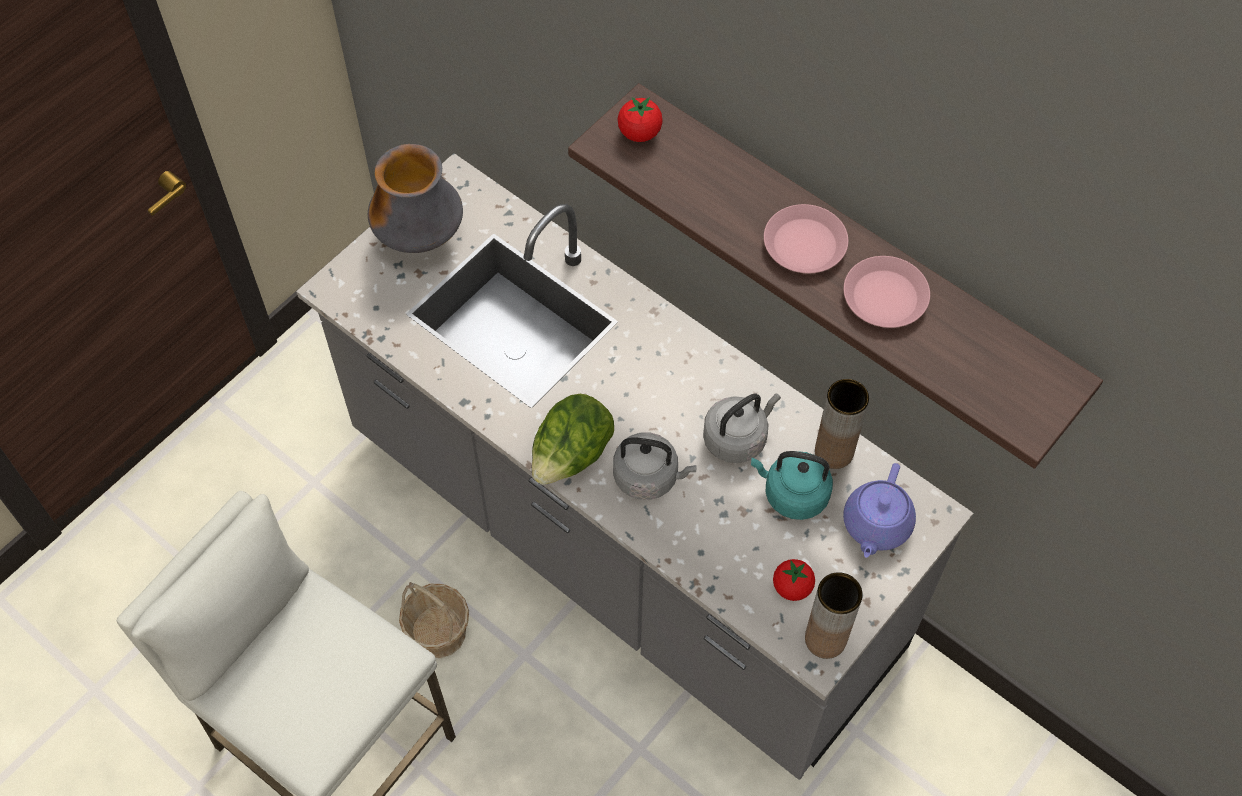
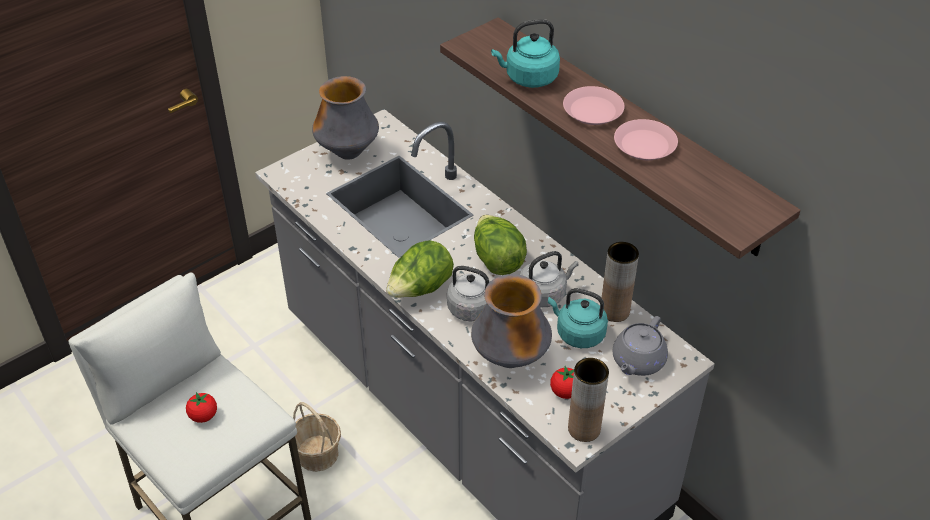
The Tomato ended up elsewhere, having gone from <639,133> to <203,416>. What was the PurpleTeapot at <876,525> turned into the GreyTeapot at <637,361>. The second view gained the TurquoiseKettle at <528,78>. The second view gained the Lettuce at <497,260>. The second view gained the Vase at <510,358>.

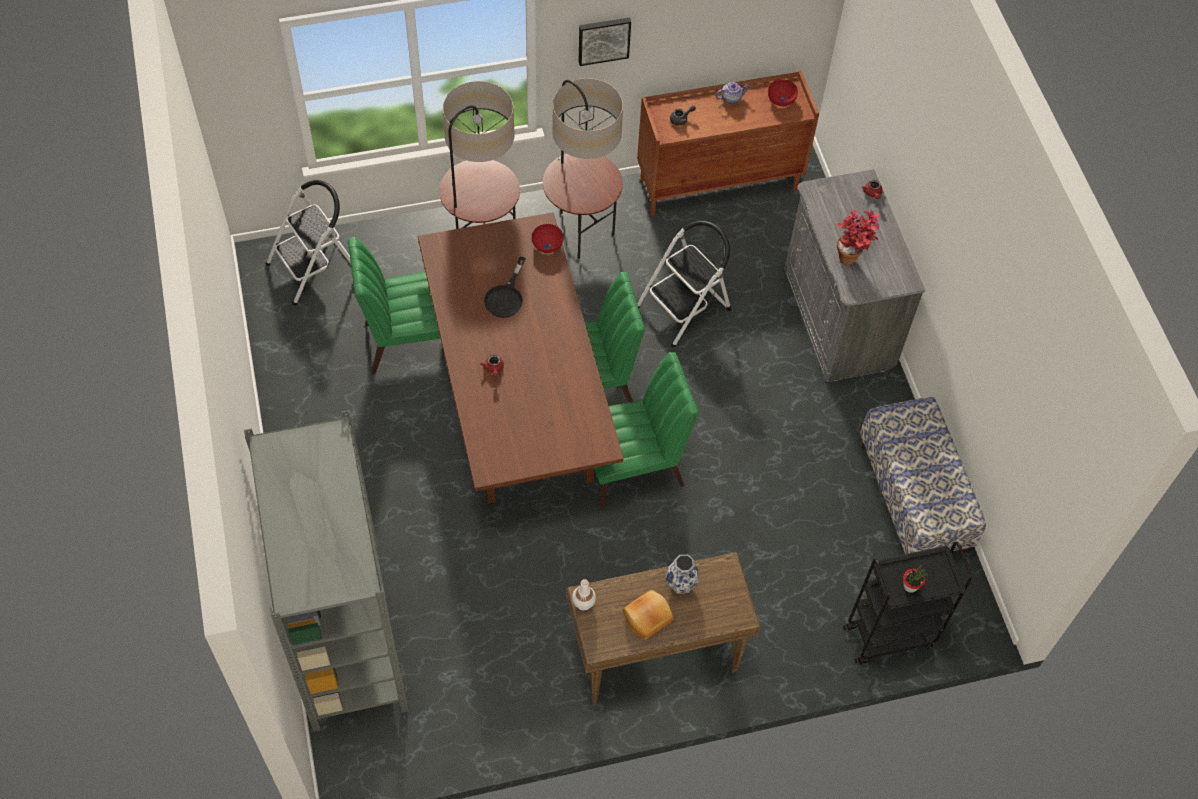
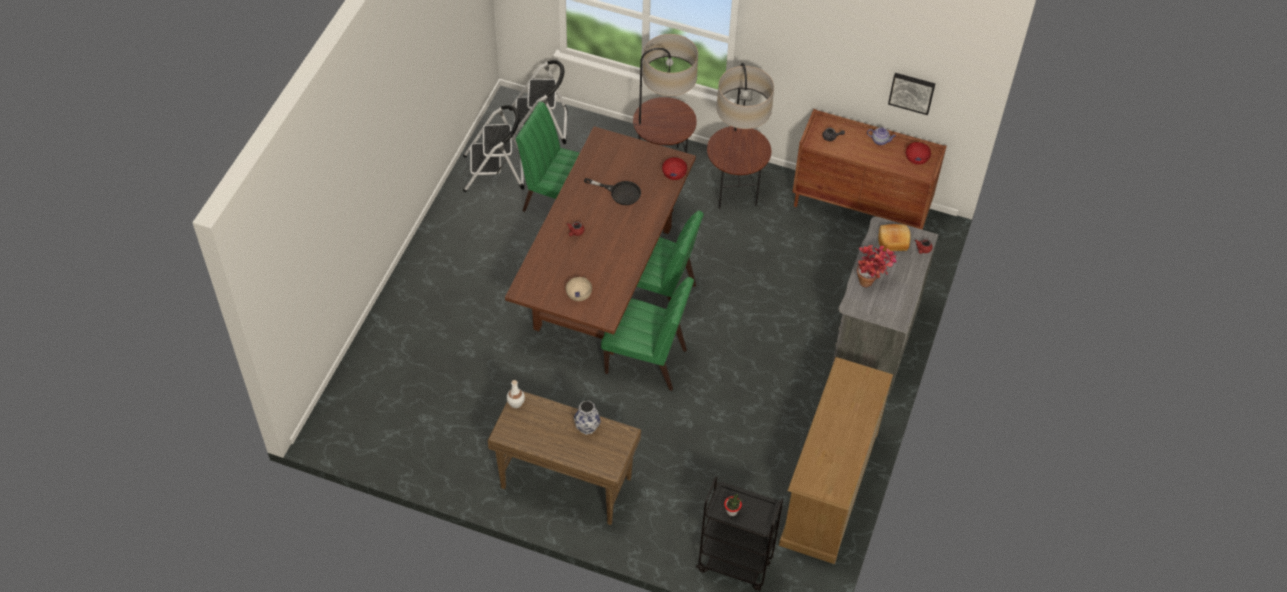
The Picture ended up elsewhere, having gone from <603,39> to <912,92>. The StepLadder ended up elsewhere, having gone from <686,307> to <496,173>. The BlackFryingPan at <506,297> ended up facing another way, 120 degrees counterclockwise from before. Where the Bench stood at <912,499>, the BrownCabinet came to stand at <828,489>. The second view lost the GreyBookcase at <347,637>. The Bread ended up elsewhere, having gone from <647,617> to <893,241>. The second view gained the BeigeBowl at <579,294>.

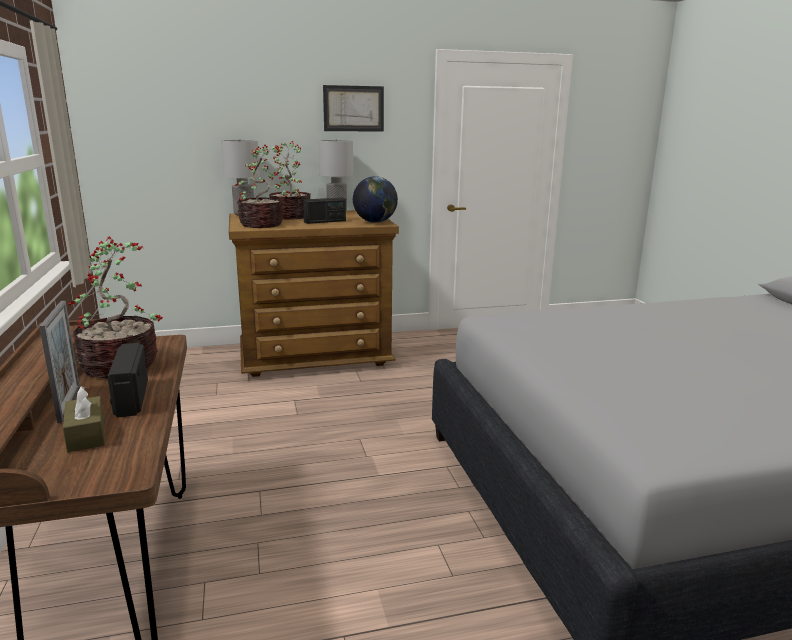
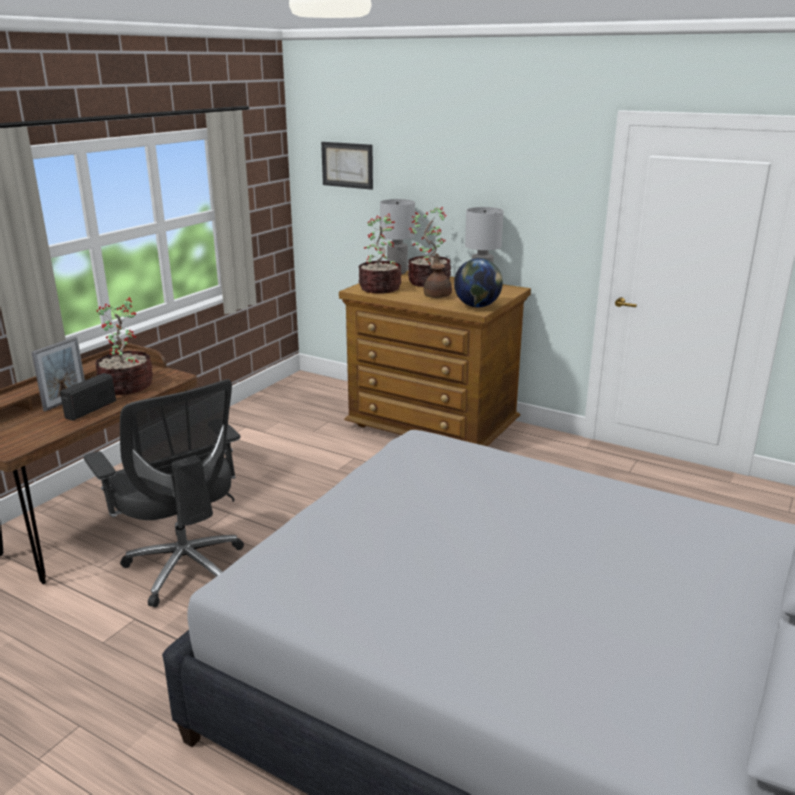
The Picture ended up elsewhere, having gone from <353,108> to <347,165>. Where the Radio stood at <325,221>, the BrownTeapot came to stand at <437,296>. The second view lost the BrownTissueBox at <86,435>. The second view gained the OfficeChair at <184,567>.

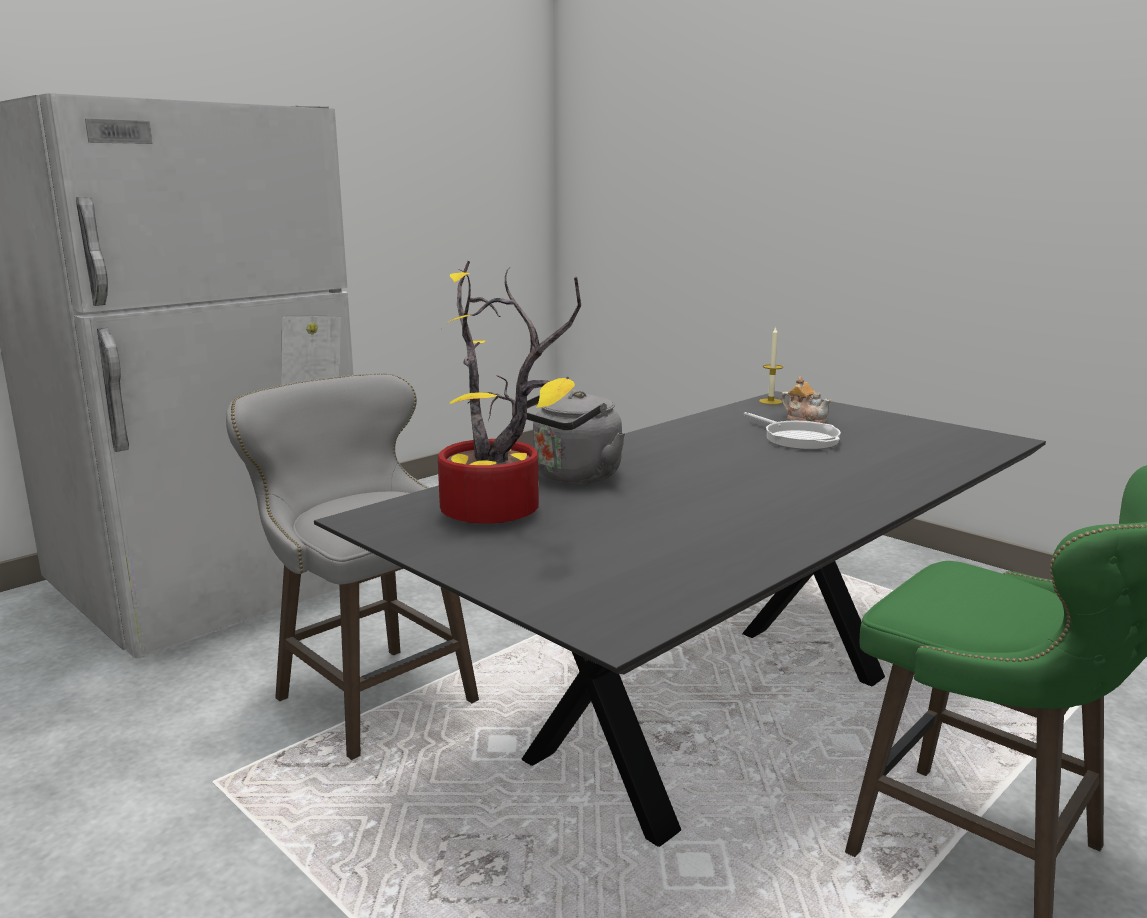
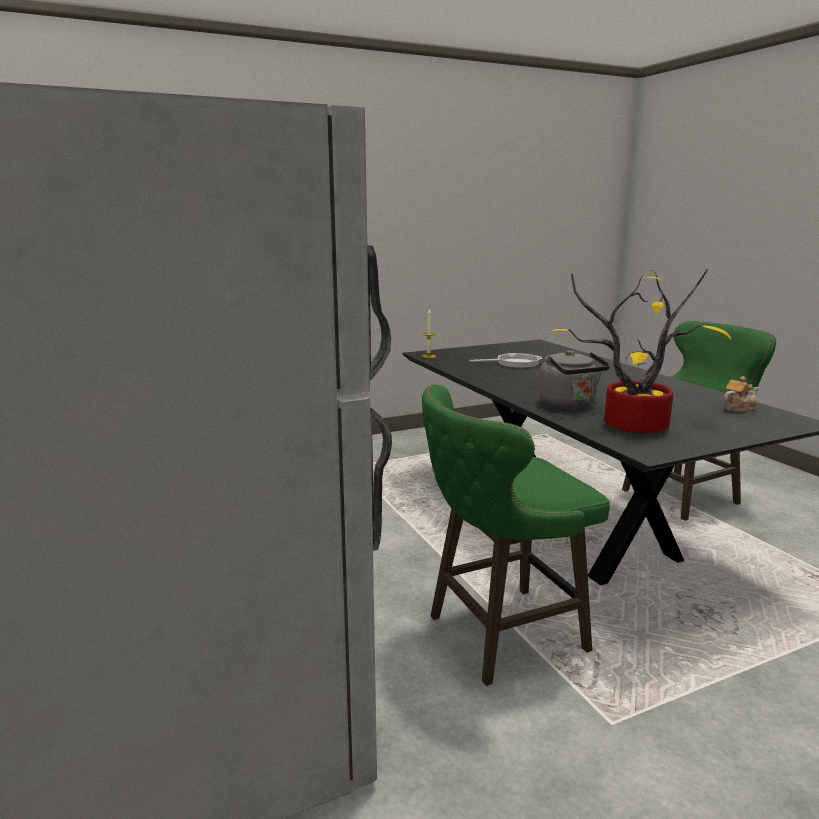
What was the GreyStool at <371,695> turned into the GreenStool at <500,635>. The Teapot ended up elsewhere, having gone from <805,420> to <738,408>.

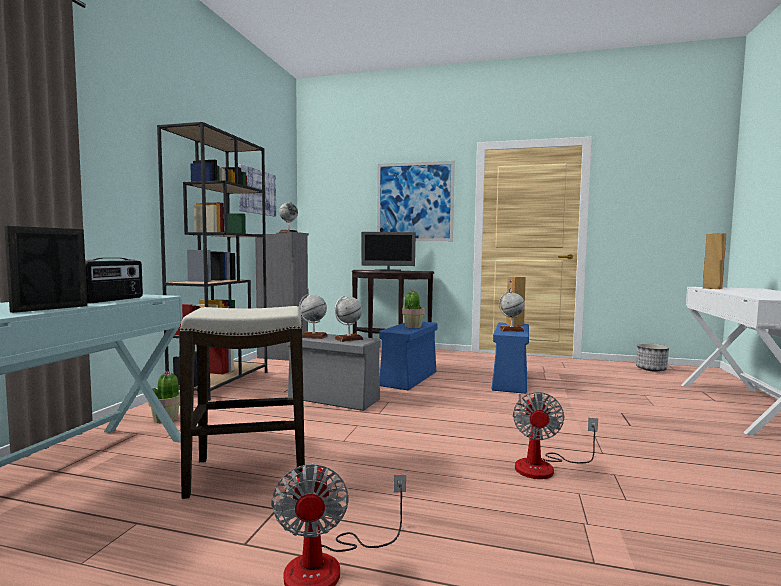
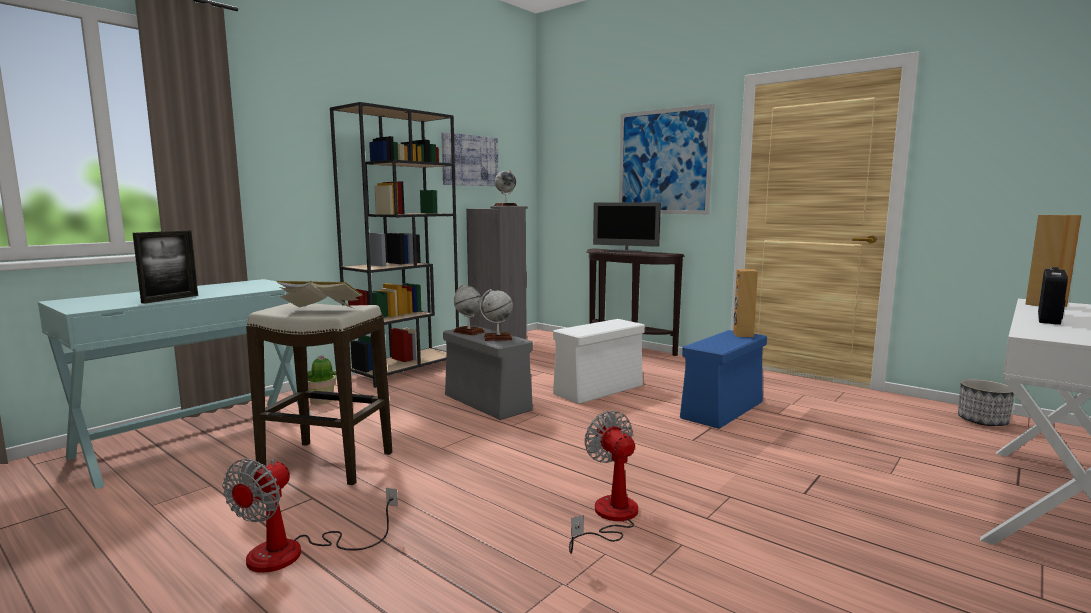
The PictureFrame at <50,309> ended up facing another way, 150 degrees clockwise from before. The Radio ended up elsewhere, having gone from <112,300> to <1050,318>. The second view lost the PottedPlant at <412,326>. The second view lost the Globe at <511,330>. What was the BlueStorageBox at <409,379> turned into the WhiteStorageBox at <598,390>. The Fan at <545,467> ended up facing another way, 120 degrees clockwise from before. The second view gained the Book at <320,310>.

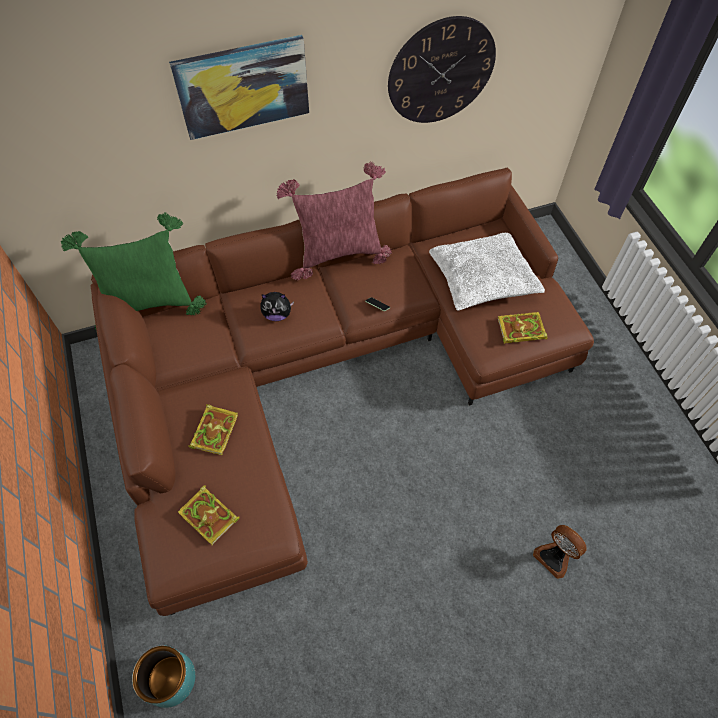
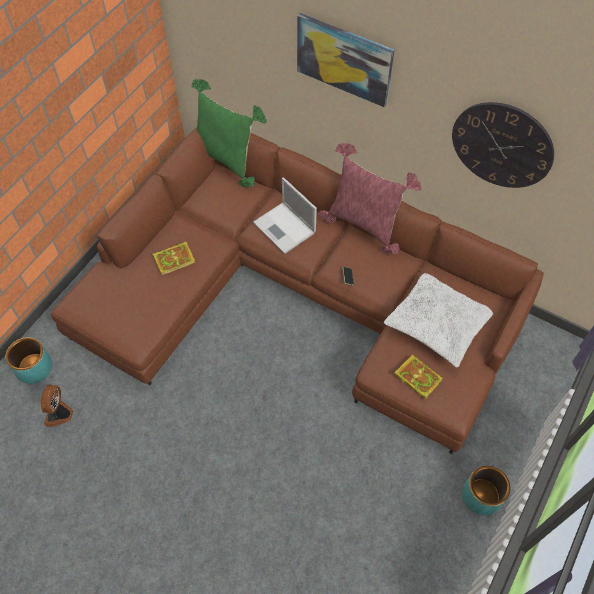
Where the PlushToy stood at <277,314>, the Laptop came to stand at <285,228>. The second view lost the Book at <210,516>. The Fan ended up elsewhere, having gone from <554,556> to <60,414>. The second view gained the TurquoisePlanter at <482,496>.

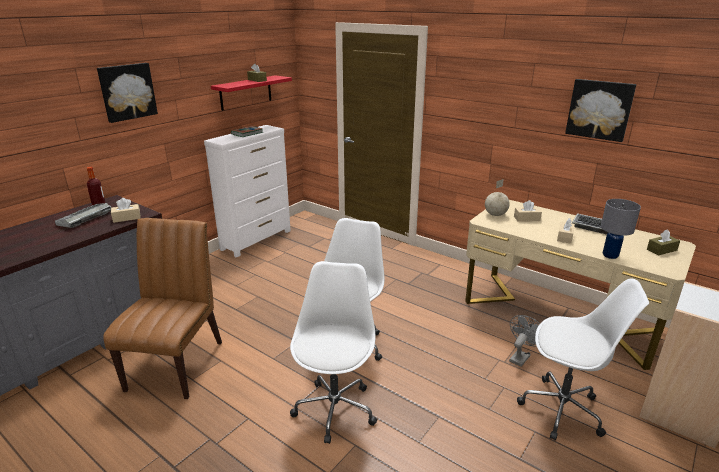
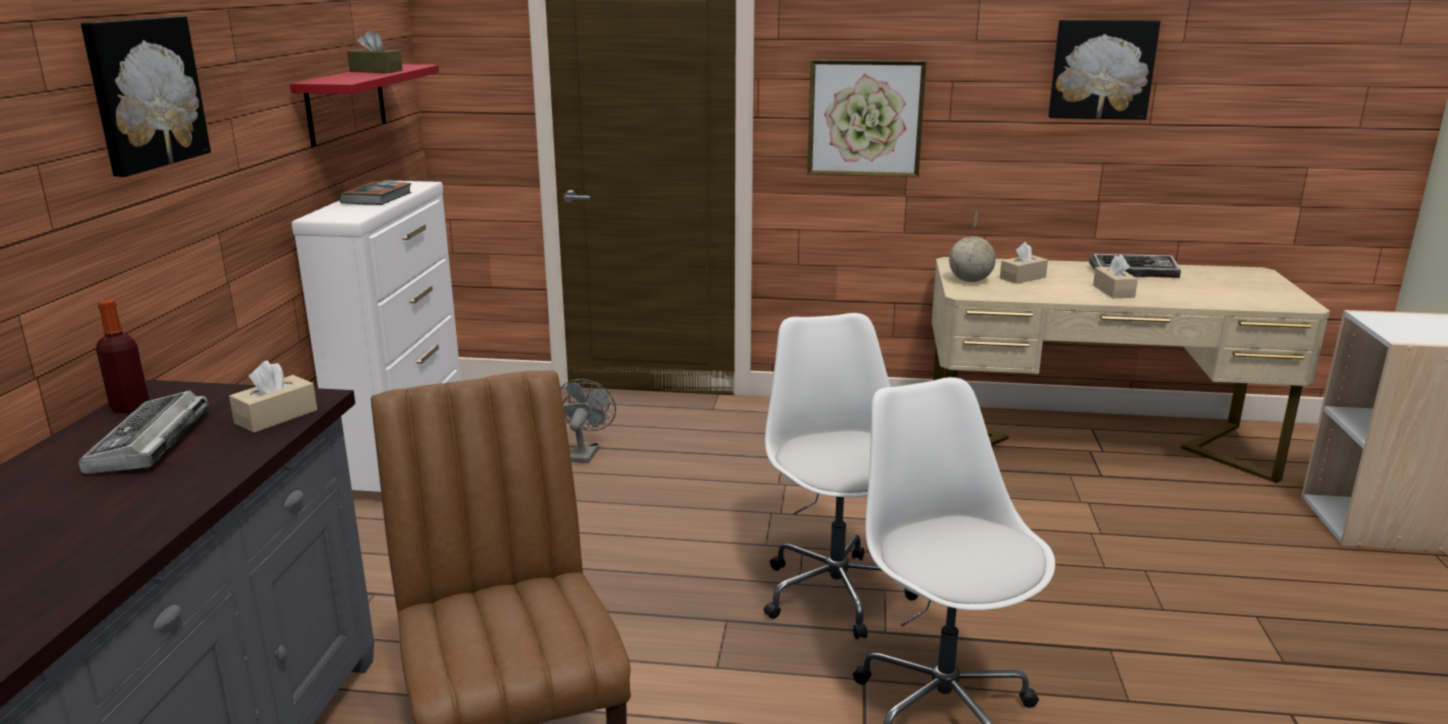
The second view lost the GreyTableLamp at <609,256>. The second view lost the BrownTissueBox at <661,250>. The second view lost the WhiteOfficeChair at <563,410>. The GreyFan ended up elsewhere, having gone from <521,356> to <585,452>. The second view gained the Picture at <865,118>.

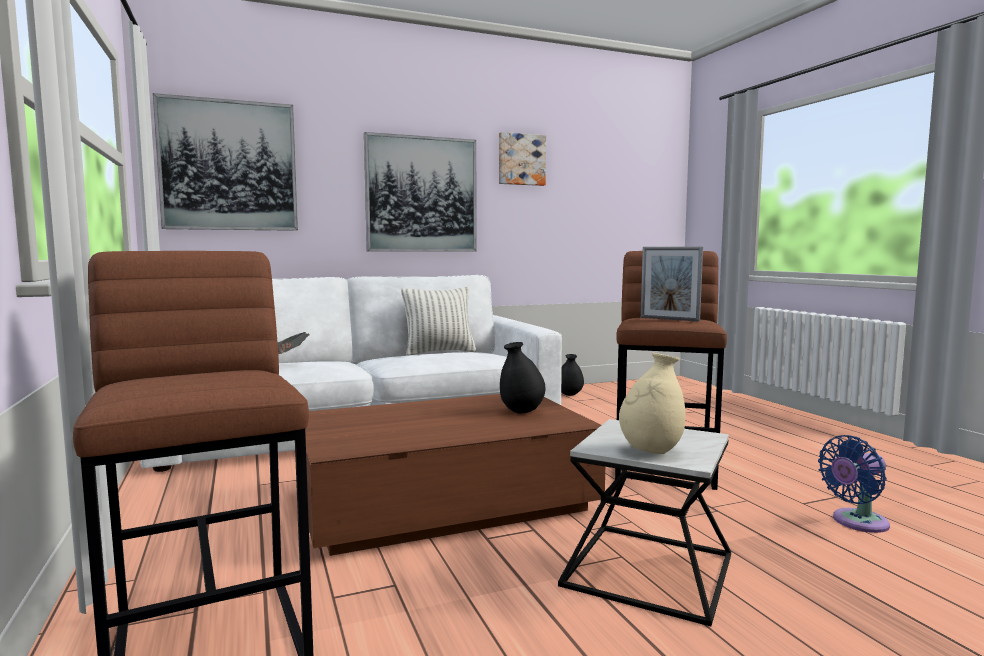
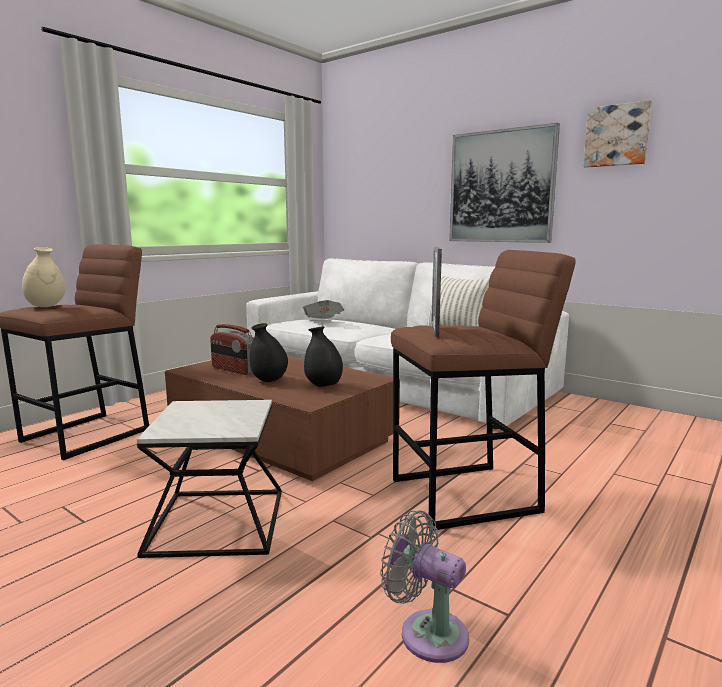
The second view lost the Picture at <229,166>. The BeigeVase ended up elsewhere, having gone from <651,451> to <46,306>. The BlackVase ended up elsewhere, having gone from <570,394> to <269,380>. What was the BlueFan at <856,522> turned into the GreyFan at <427,632>. The second view gained the Radio at <233,370>.

